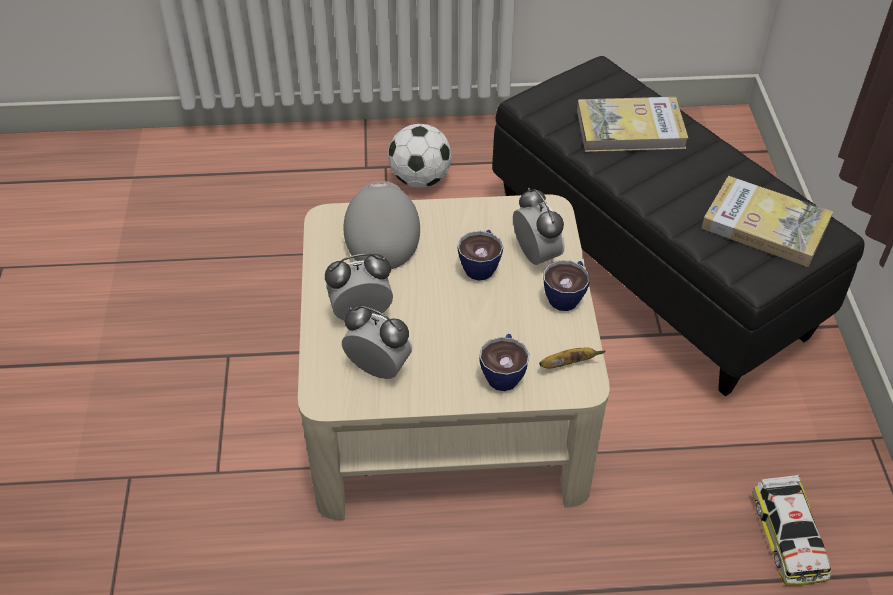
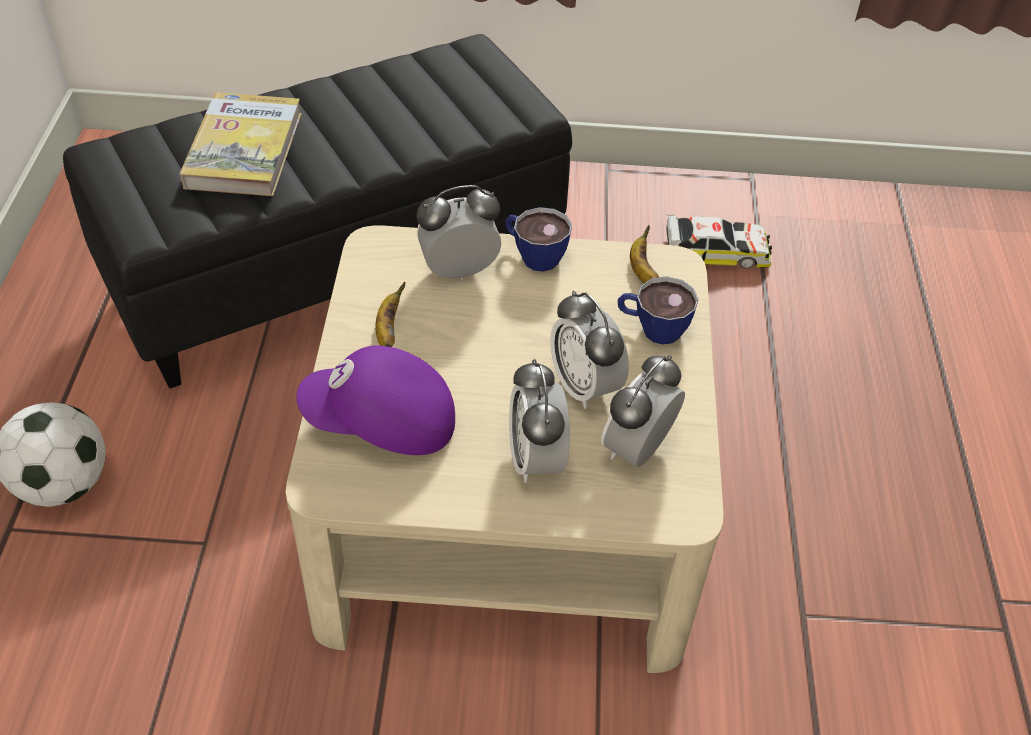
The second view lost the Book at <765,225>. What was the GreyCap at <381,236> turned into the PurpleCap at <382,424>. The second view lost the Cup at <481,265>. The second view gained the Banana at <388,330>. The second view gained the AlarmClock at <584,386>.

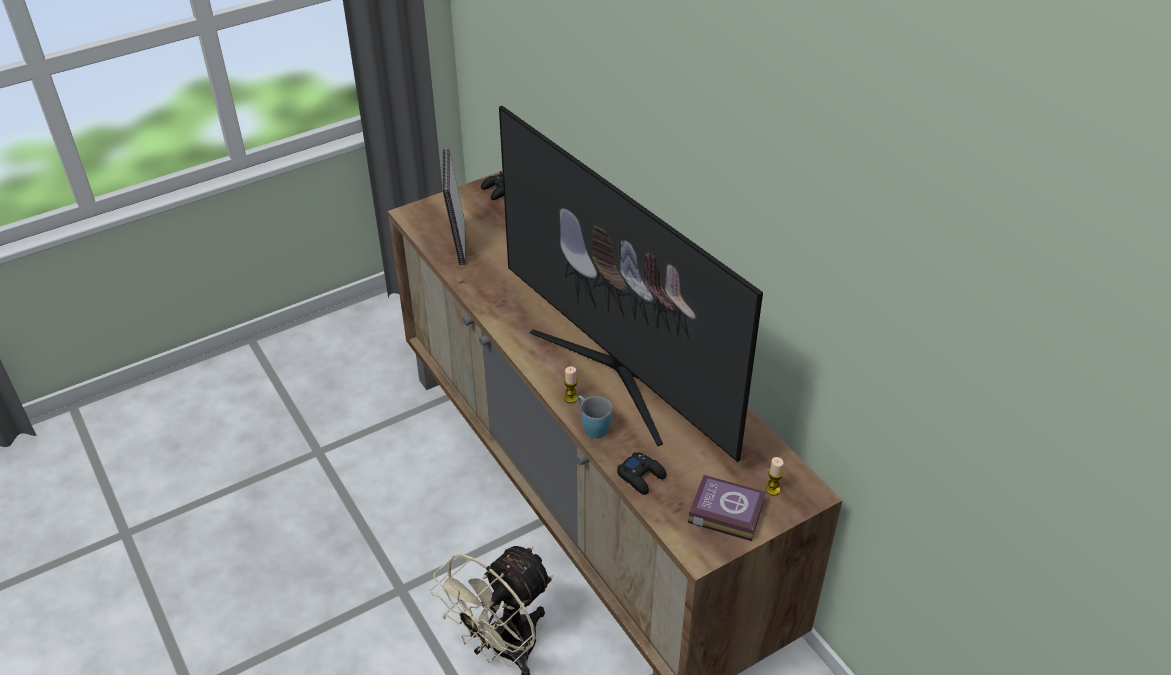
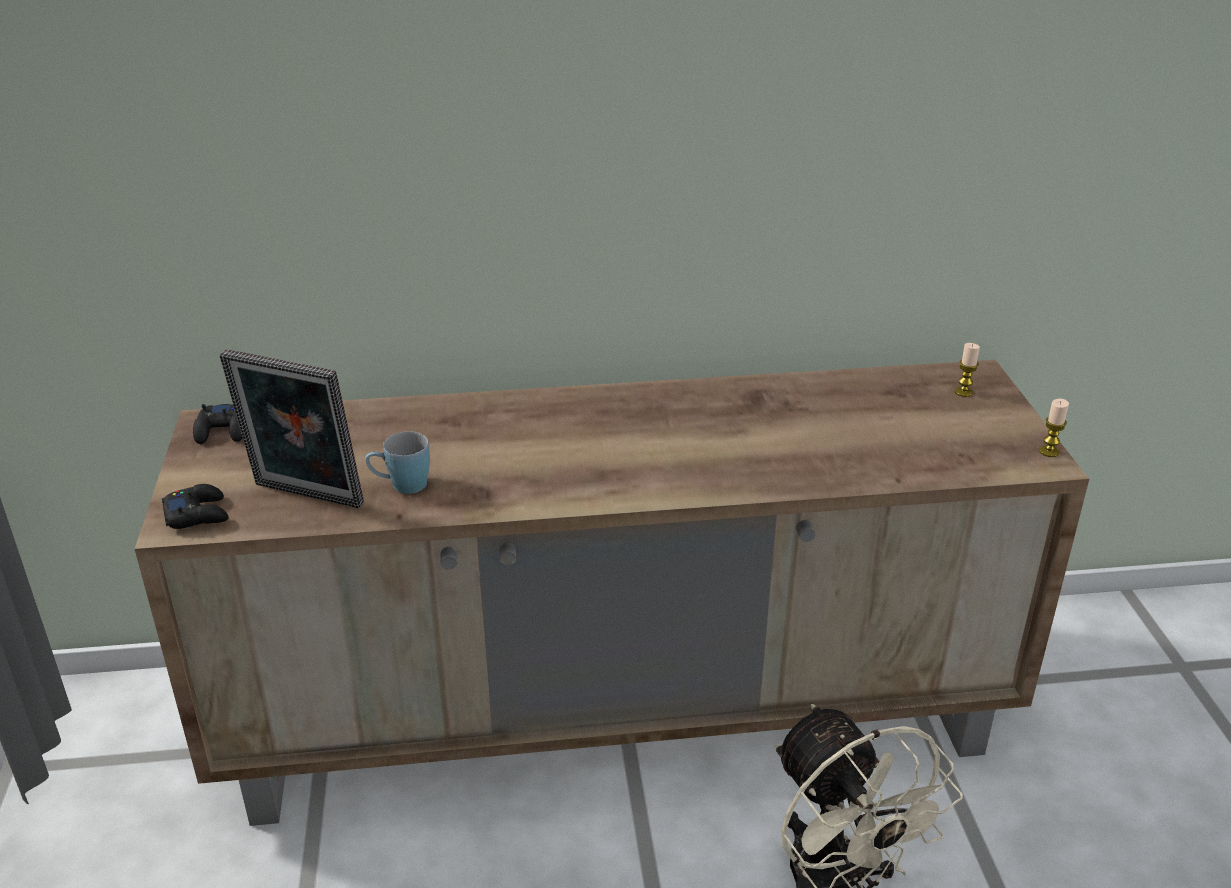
The second view lost the Television at <617,371>. The Candle ended up elsewhere, having gone from <570,398> to <1049,451>. The BlueMug ended up elsewhere, having gone from <592,426> to <401,486>. The BlackGameController ended up elsewhere, having gone from <641,476> to <197,514>. The second view lost the Book at <725,510>.

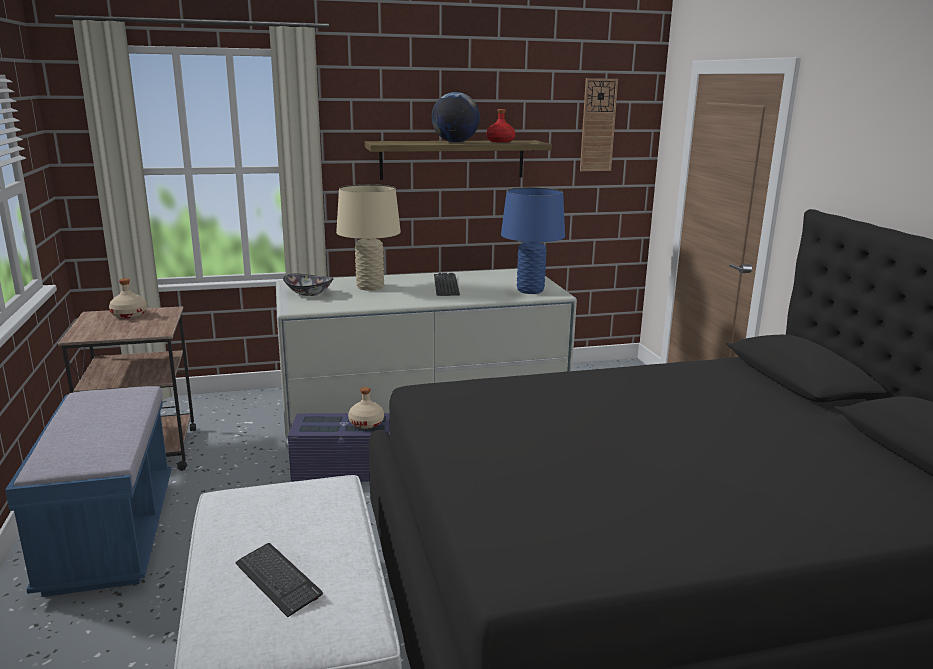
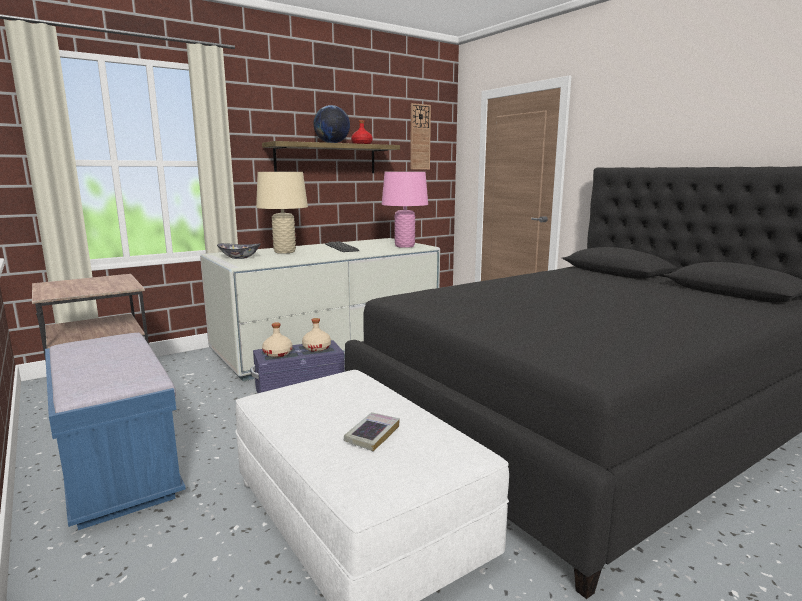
What was the BlueTableLamp at <530,290> turned into the PinkTableLamp at <404,246>. The BeigeBottle ended up elsewhere, having gone from <129,315> to <278,353>. Where the Keyboard stood at <278,580>, the Book came to stand at <372,435>.

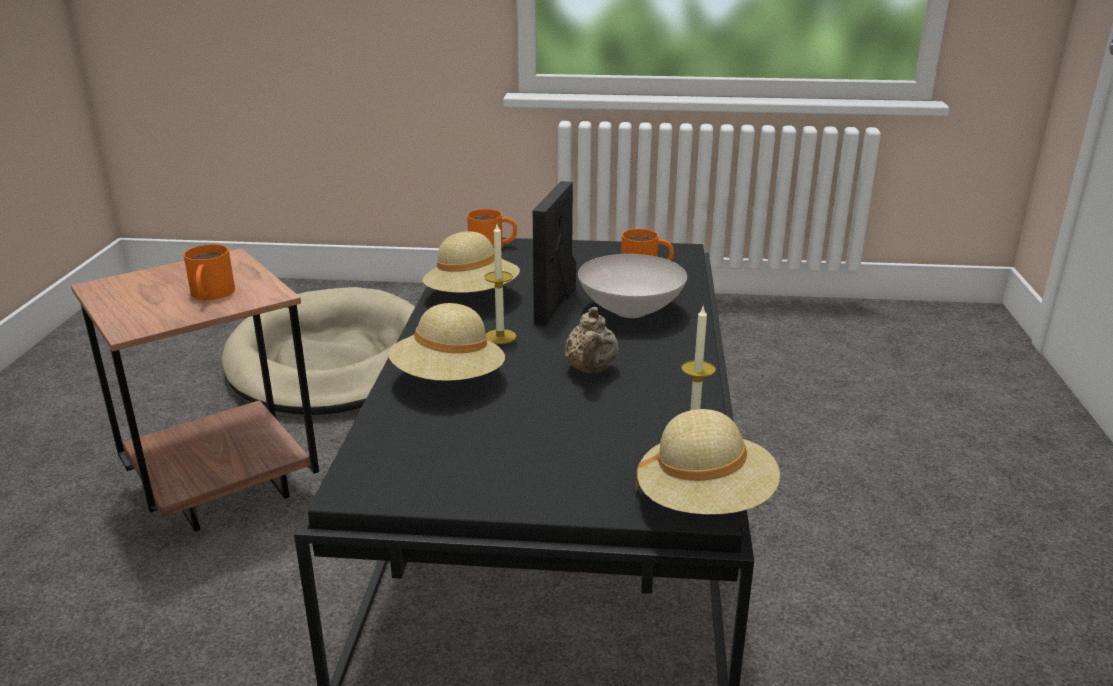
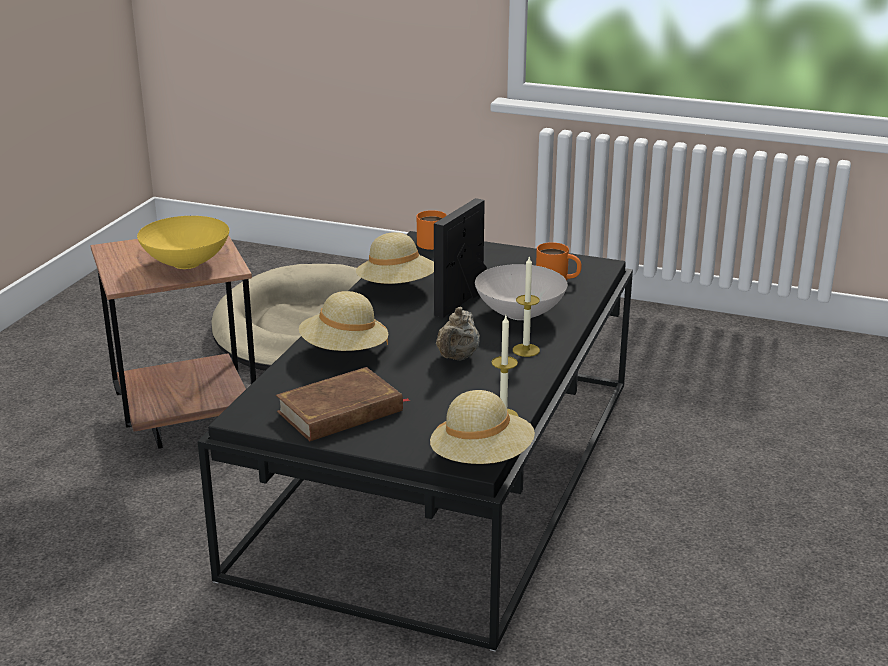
The Candle ended up elsewhere, having gone from <500,336> to <526,350>. Where the OrangeMug stood at <210,295>, the YellowBowl came to stand at <186,264>. The second view gained the BrownBook at <341,412>.

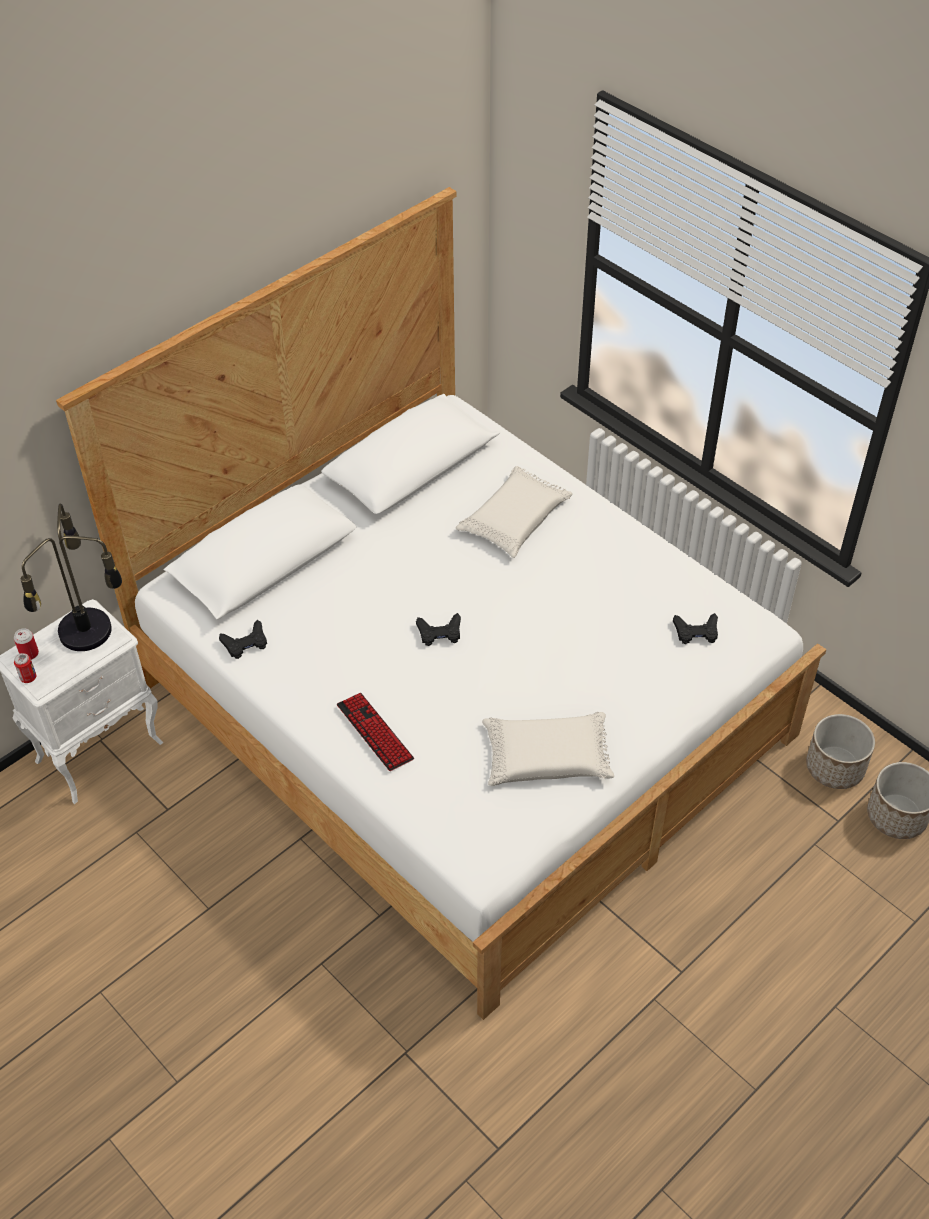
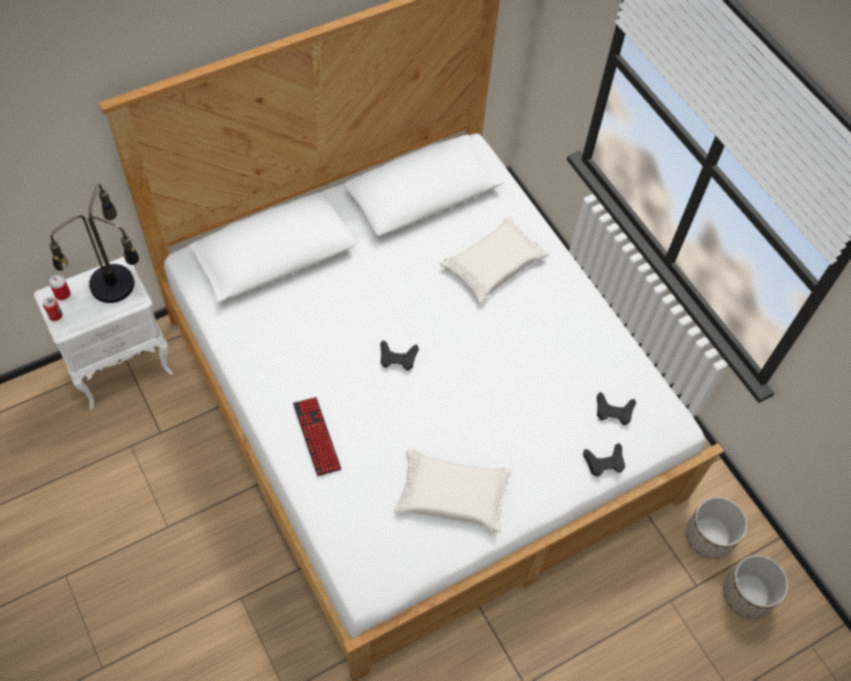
The BlackGameController ended up elsewhere, having gone from <245,643> to <604,462>.

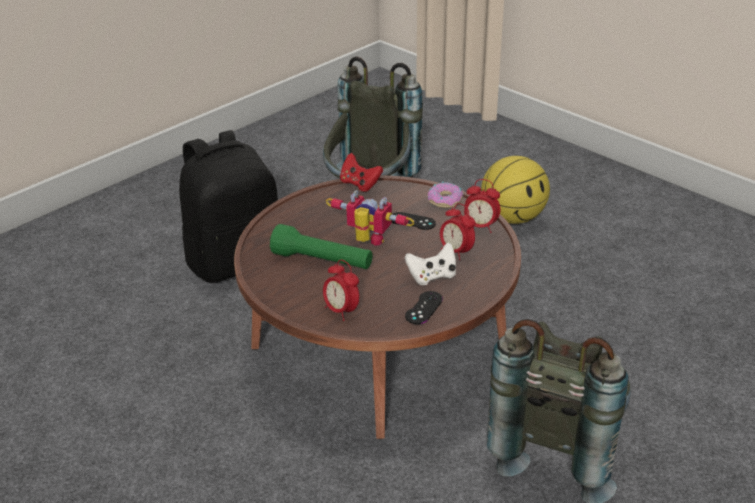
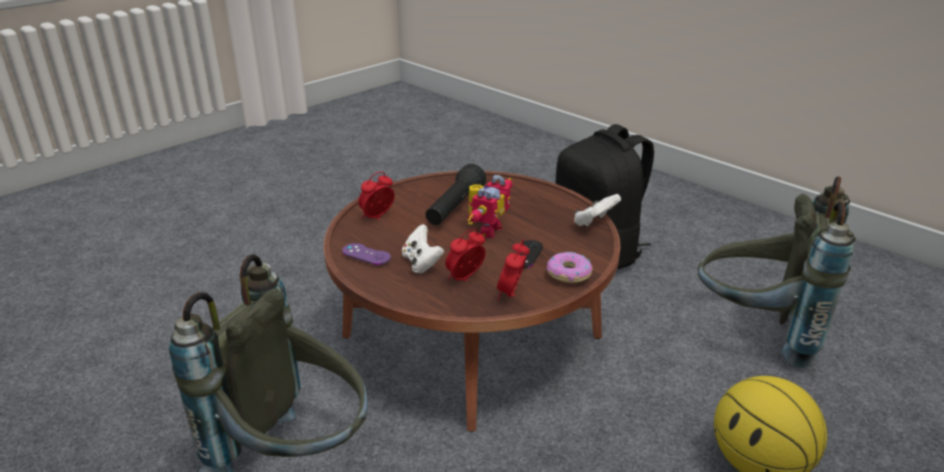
What was the RedGameController at <359,184> turned into the WhiteGameController at <594,223>. What was the GreenFlashlight at <322,261> turned into the BlackFlashlight at <454,208>. What was the BlackGameController at <424,308> turned into the PurpleGameController at <366,254>.

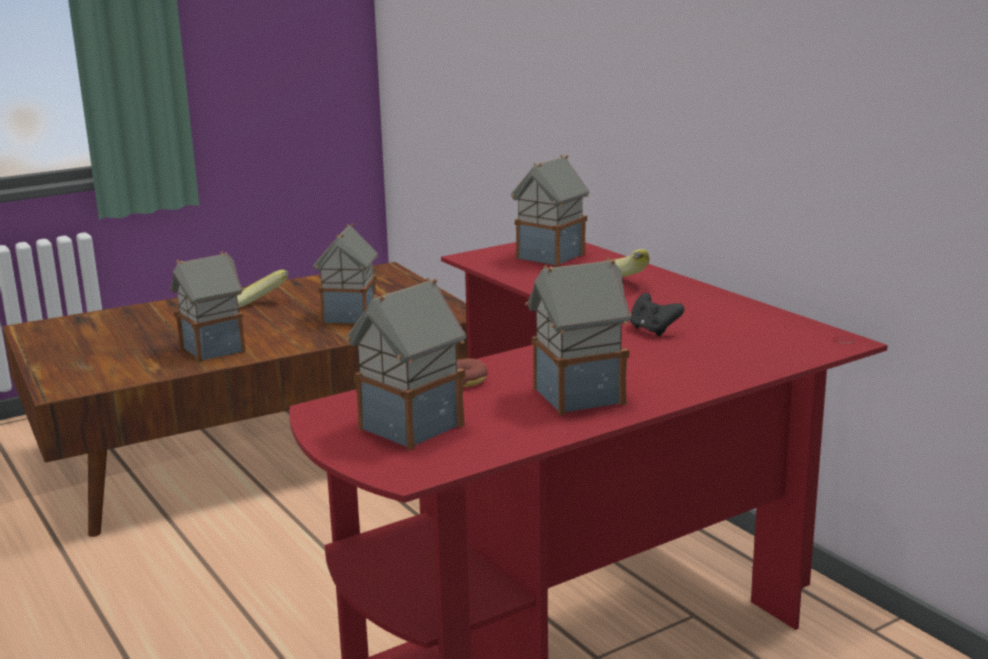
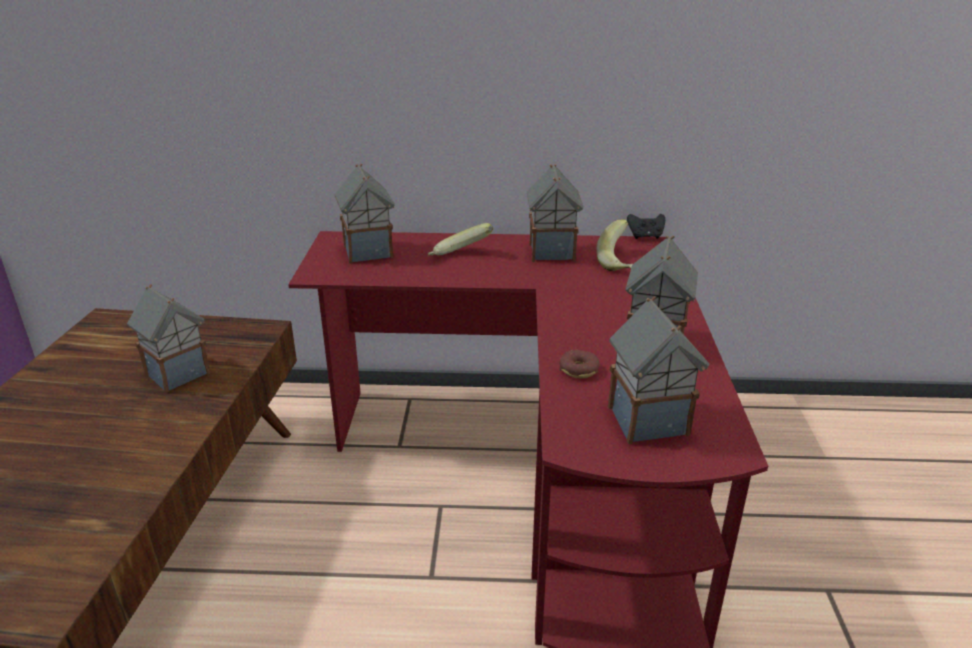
The ToyHouse ended up elsewhere, having gone from <214,349> to <551,252>. The Banana ended up elsewhere, having gone from <257,307> to <620,262>. The BlackGameController ended up elsewhere, having gone from <653,330> to <645,236>.

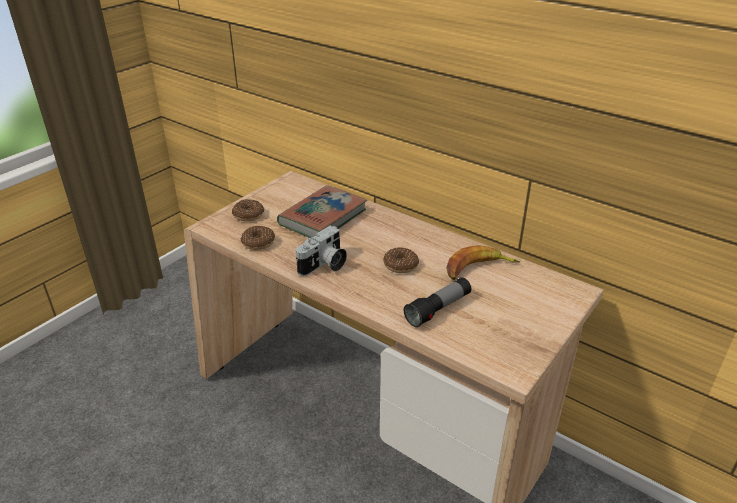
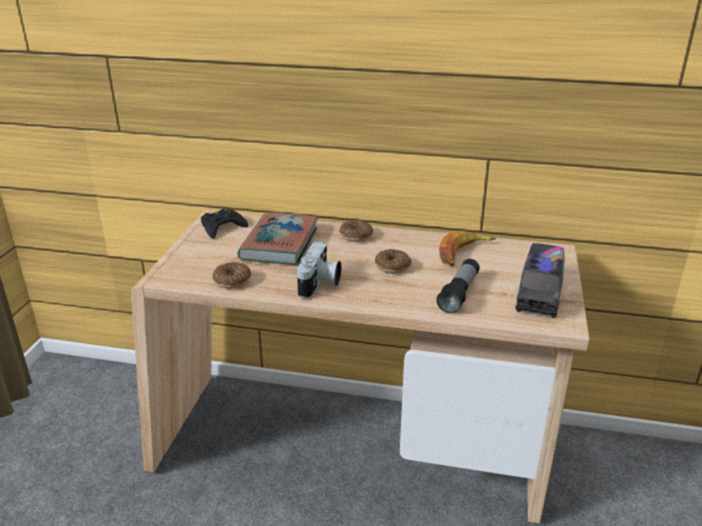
The Donut ended up elsewhere, having gone from <248,215> to <356,236>. The second view gained the BlackGameController at <222,227>. The second view gained the ToyTruck at <539,294>.

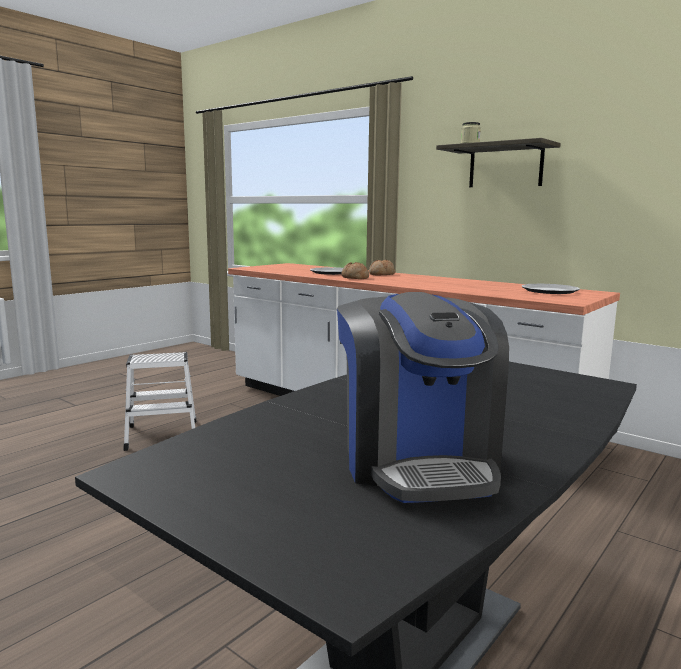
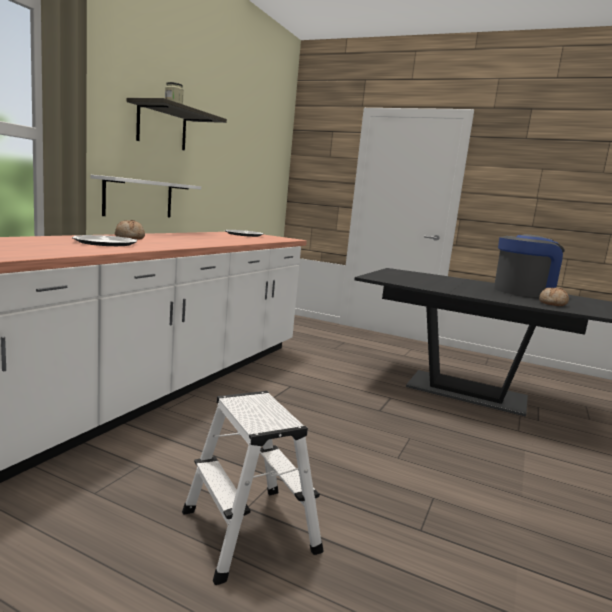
The Bread ended up elsewhere, having gone from <355,278> to <553,304>. The second view gained the WhiteShelf at <139,198>.

